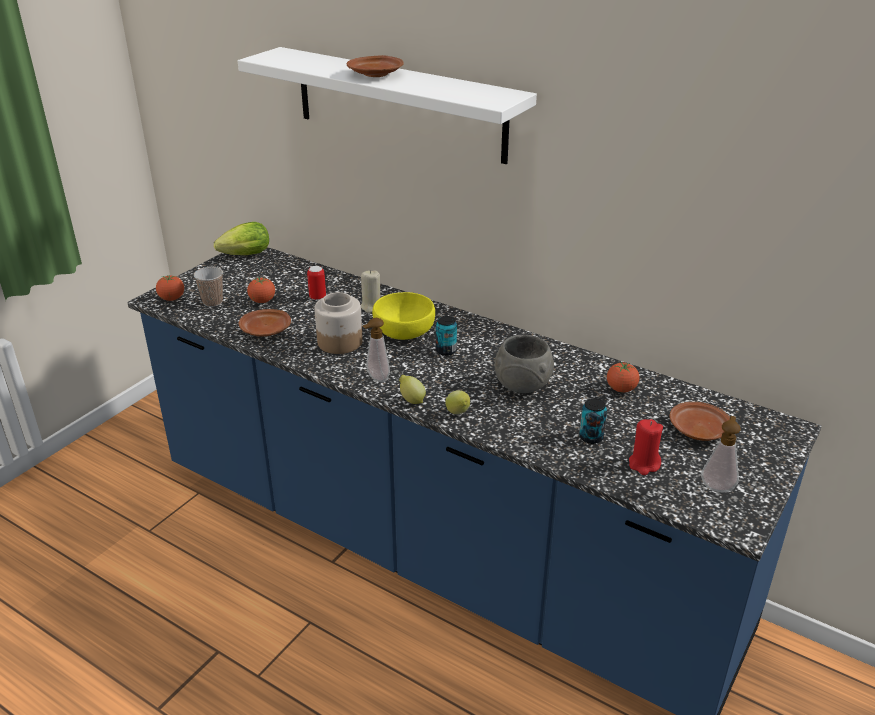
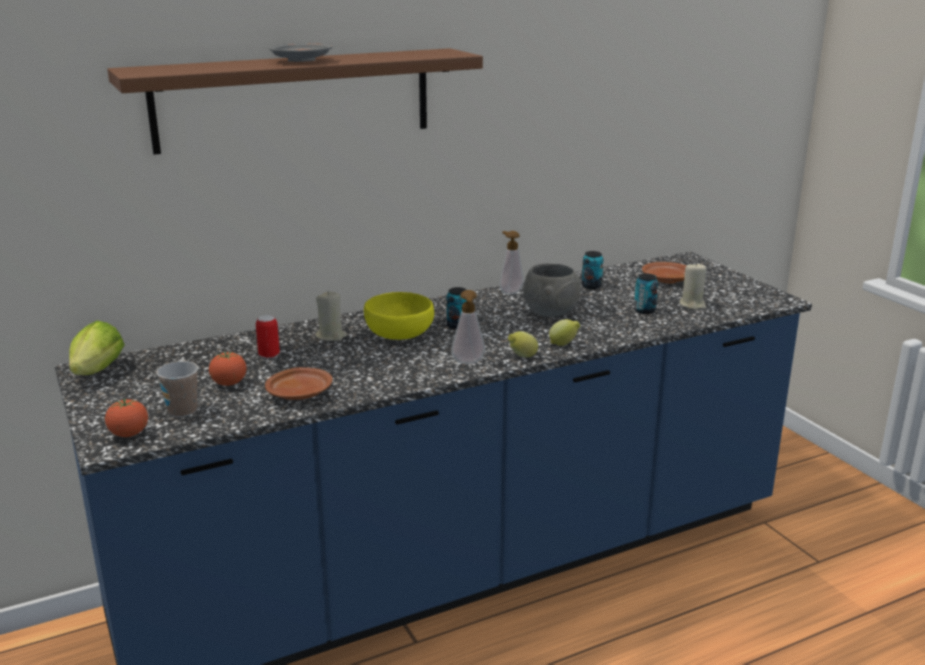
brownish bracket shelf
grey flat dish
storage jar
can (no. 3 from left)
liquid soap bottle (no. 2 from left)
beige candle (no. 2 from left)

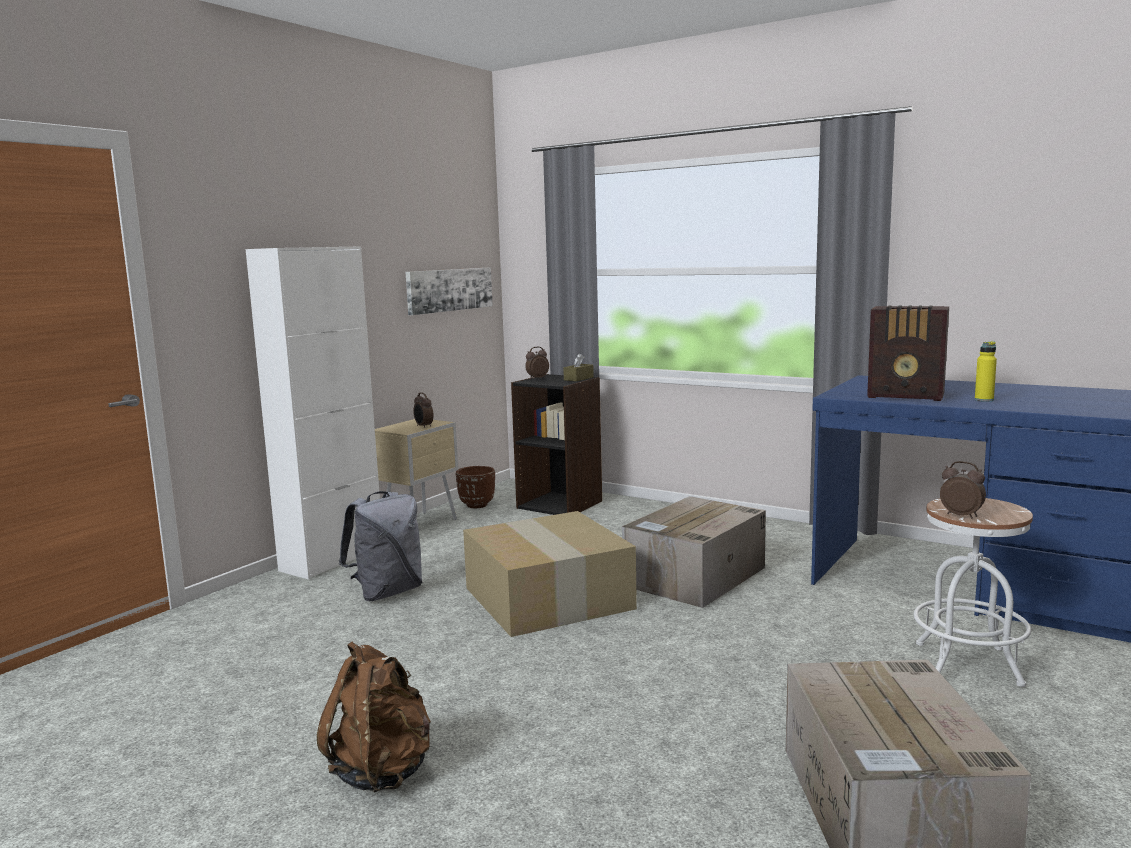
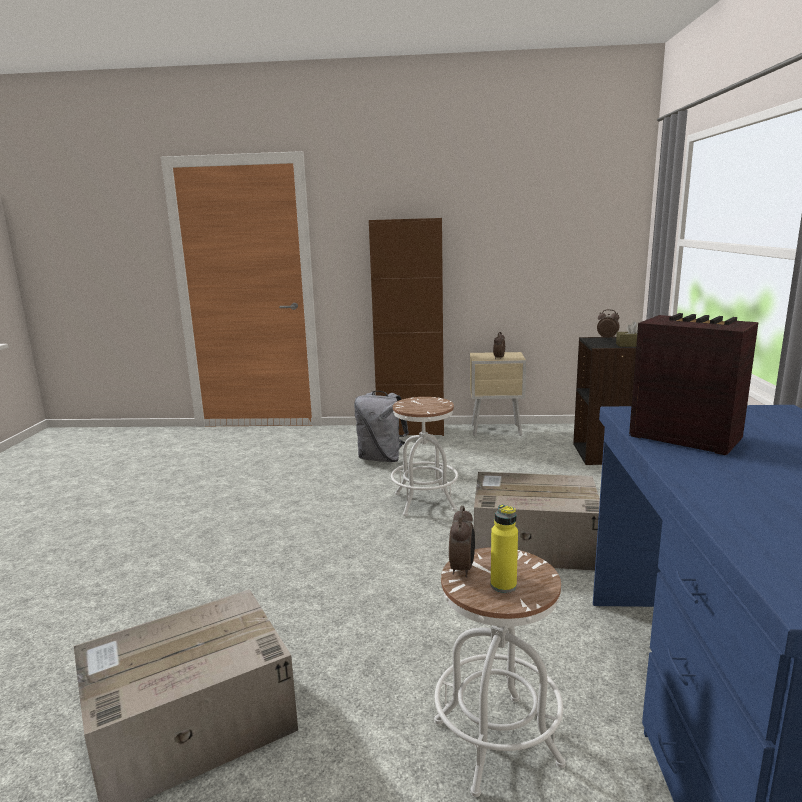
brownish cabinet
wall art
radio receiver
yellowish beverage bottle
brownish planter
white-coloured stool seat (no. 1 from left)
brownish backpack

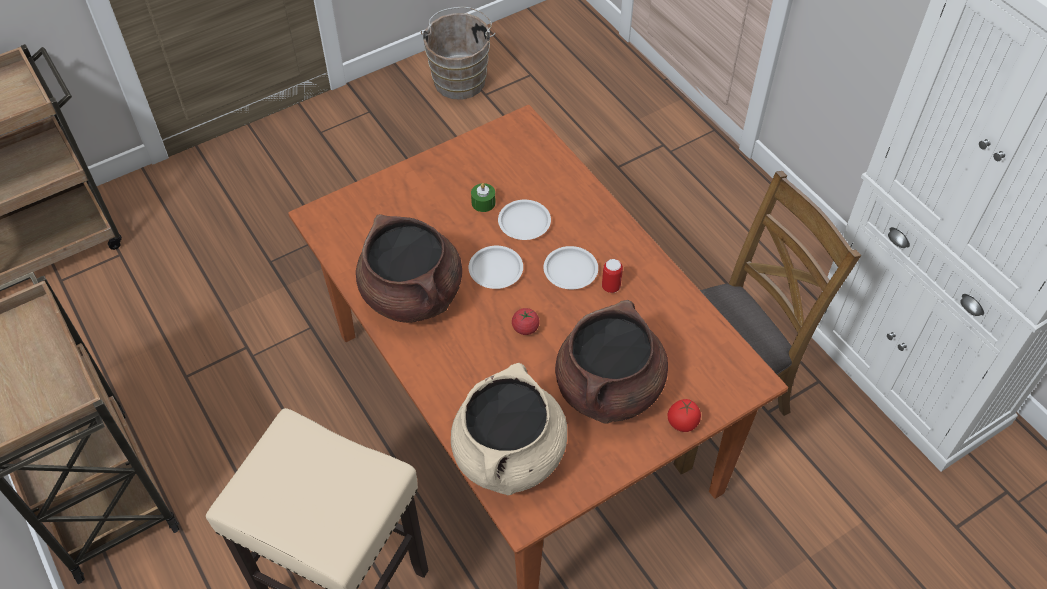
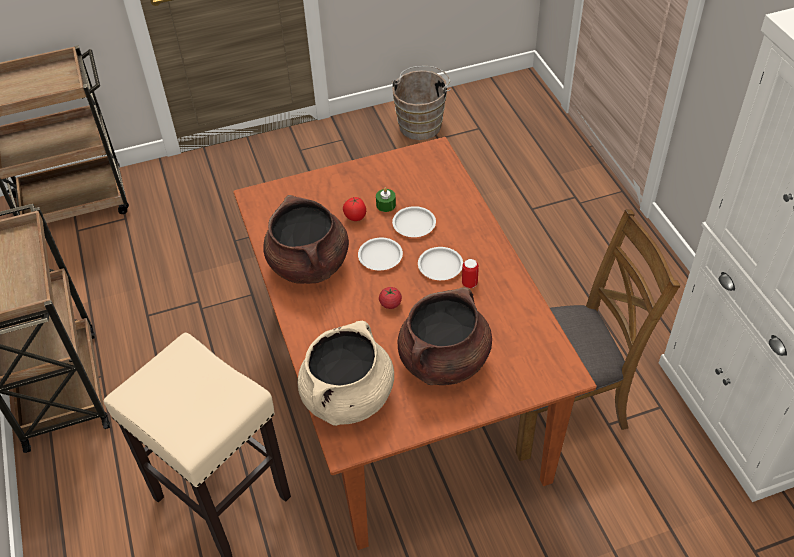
fresh tomato (no. 1 from left)

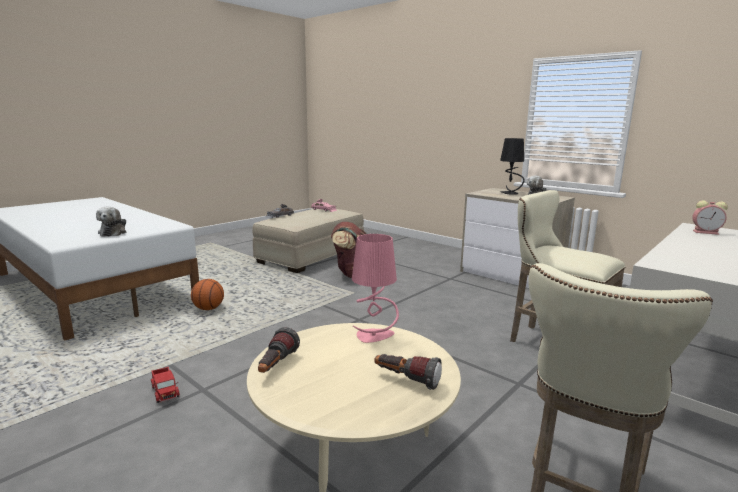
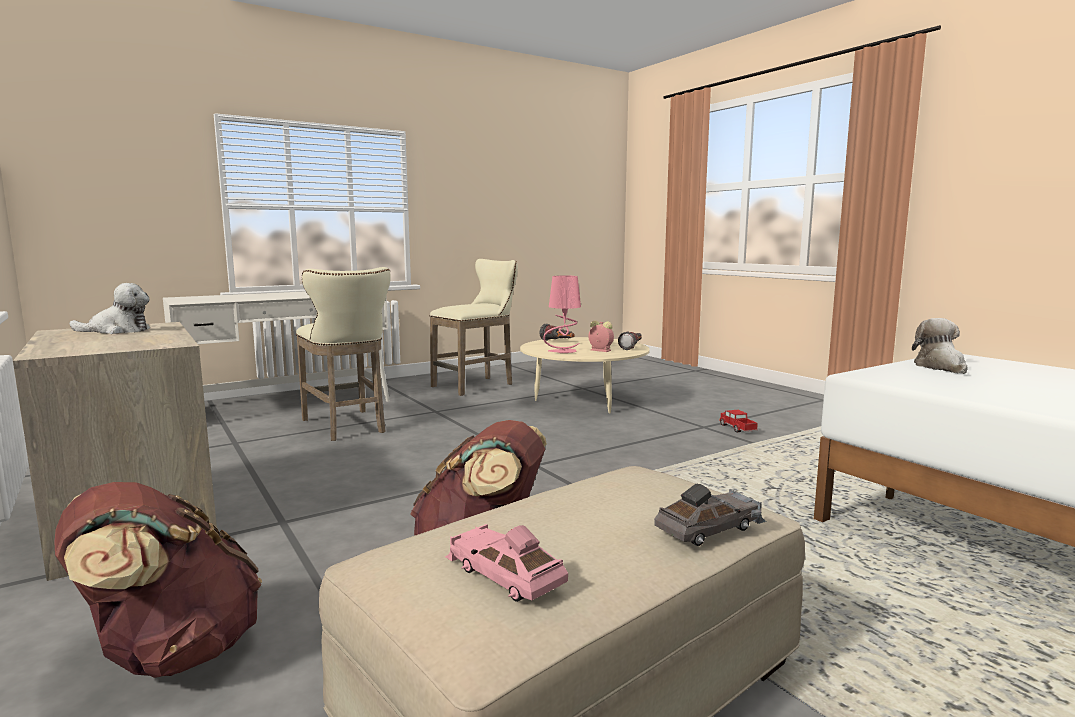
black lamp for a table
table clock
basketball ball
brownish backpack (no. 1 from left)

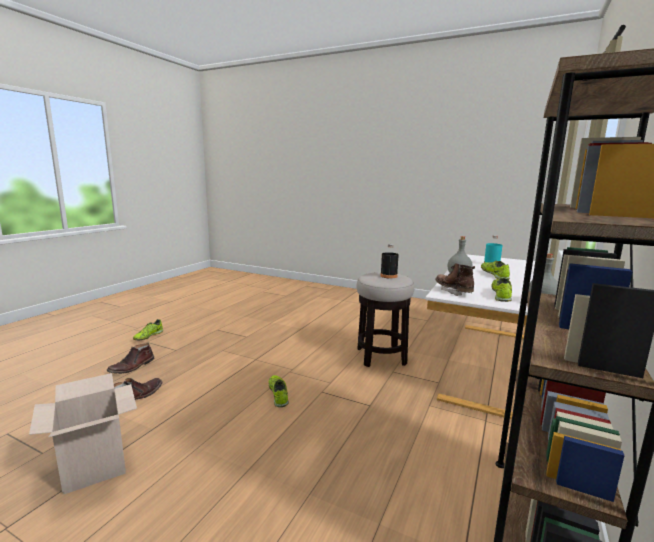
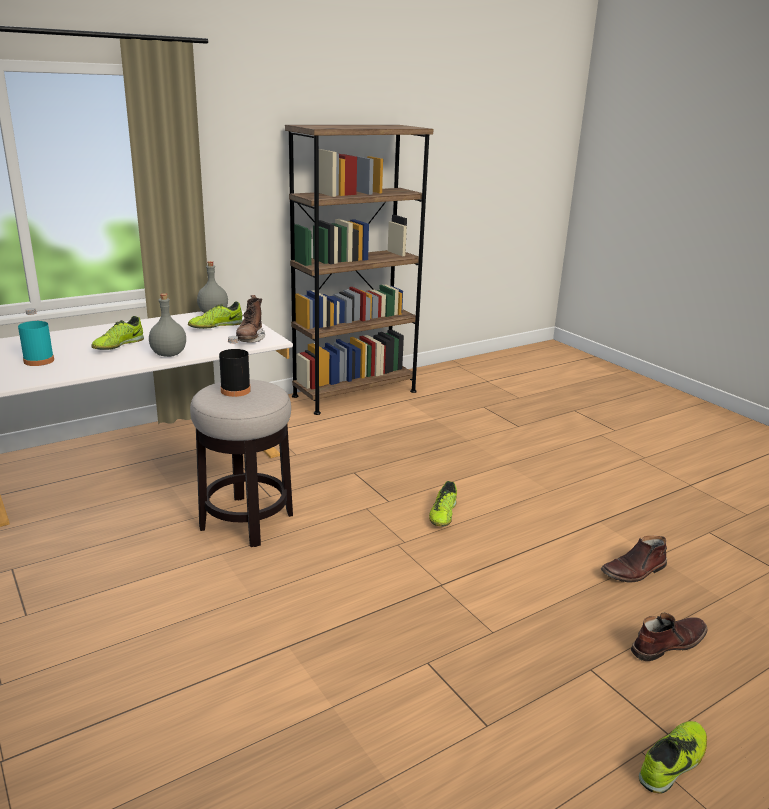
packing box

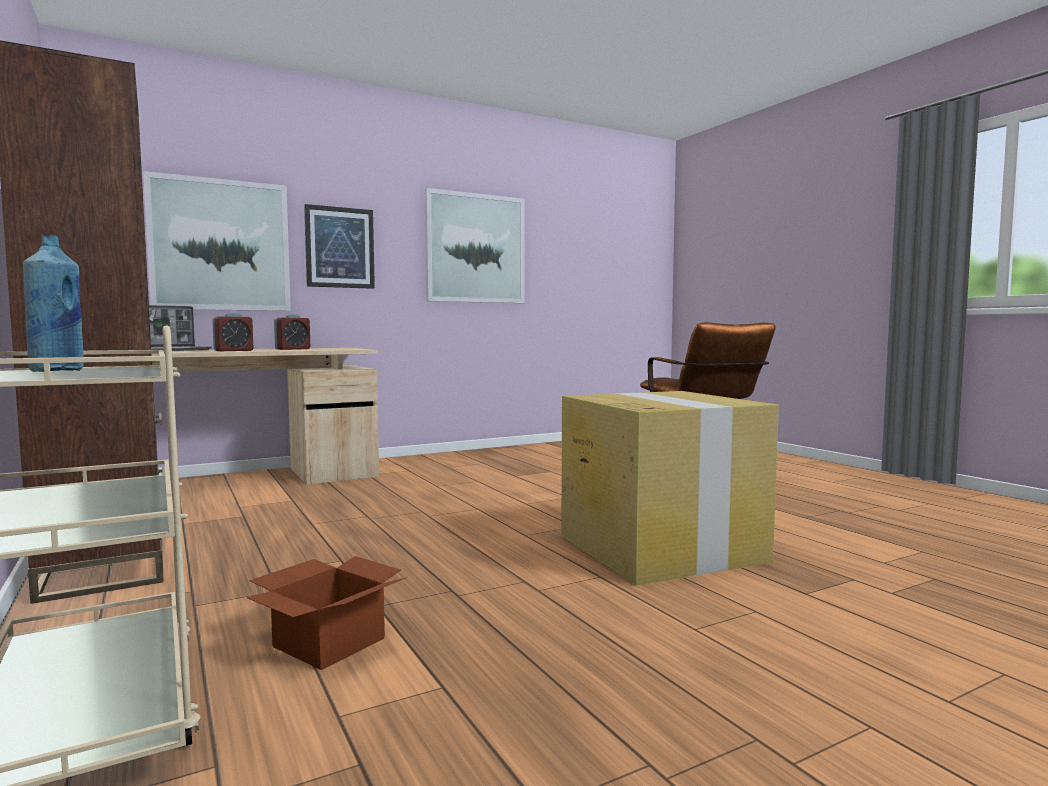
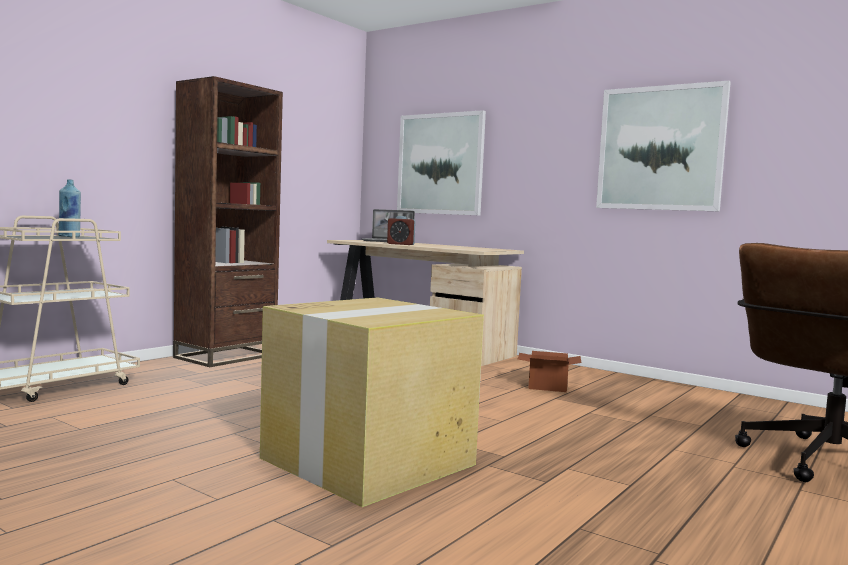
wall art (no. 2 from left in the first image)
table clock (no. 2 from left in the first image)
packing box (no. 2 from left)

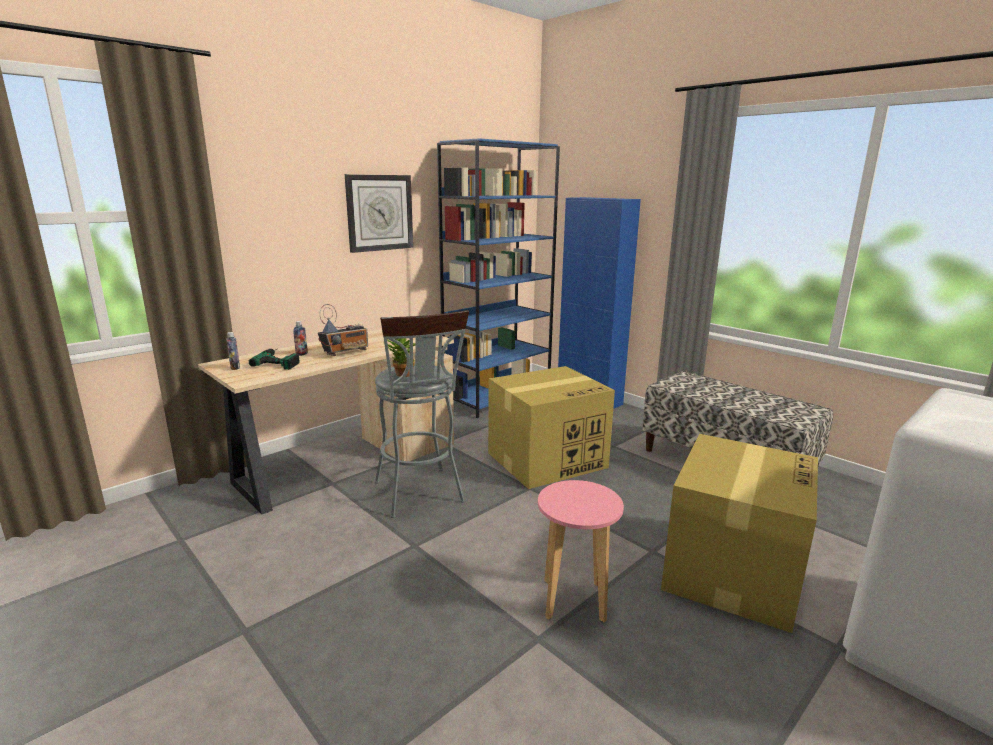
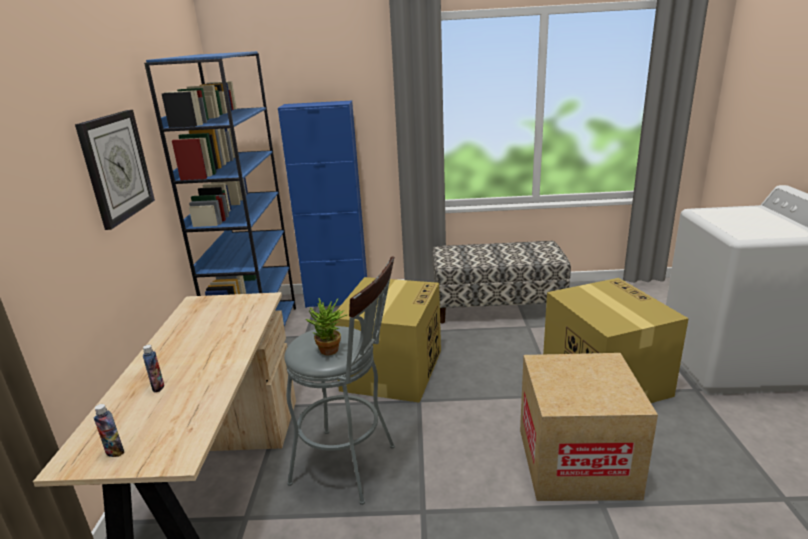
radio receiver
electric drill
packing box (no. 2 from left)

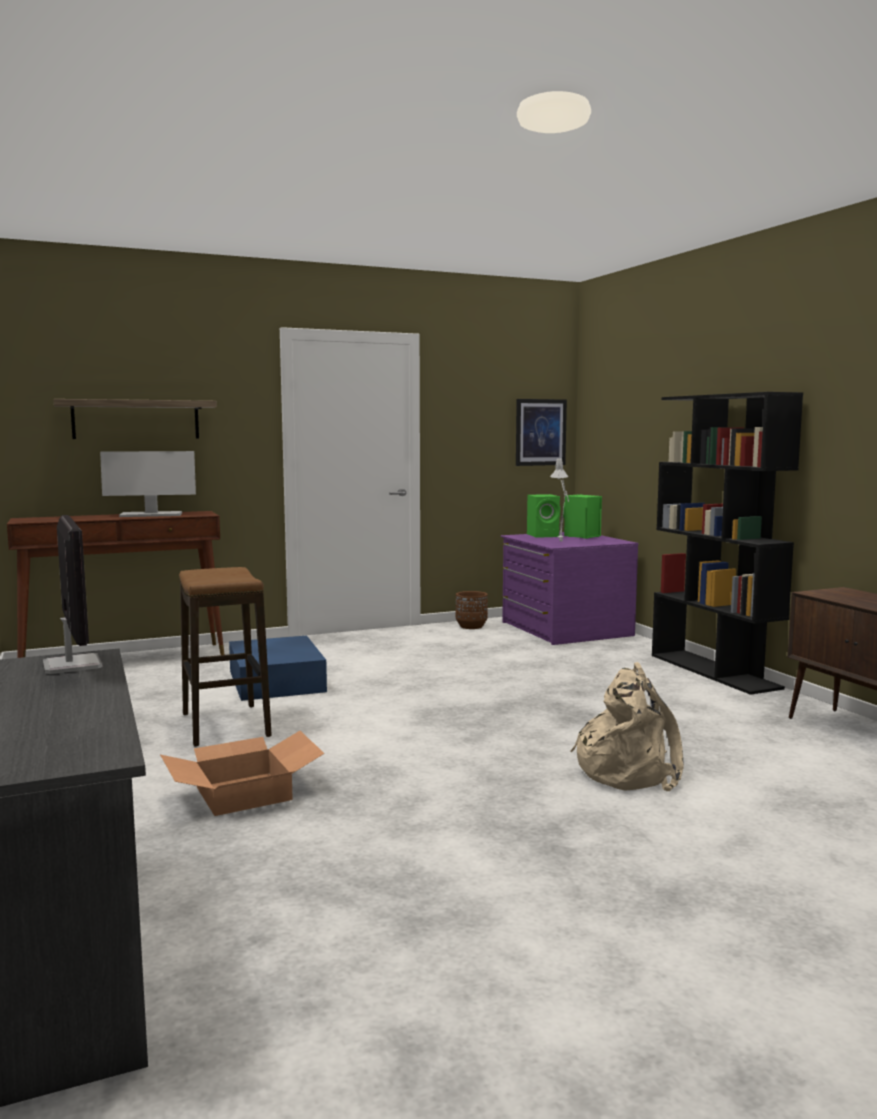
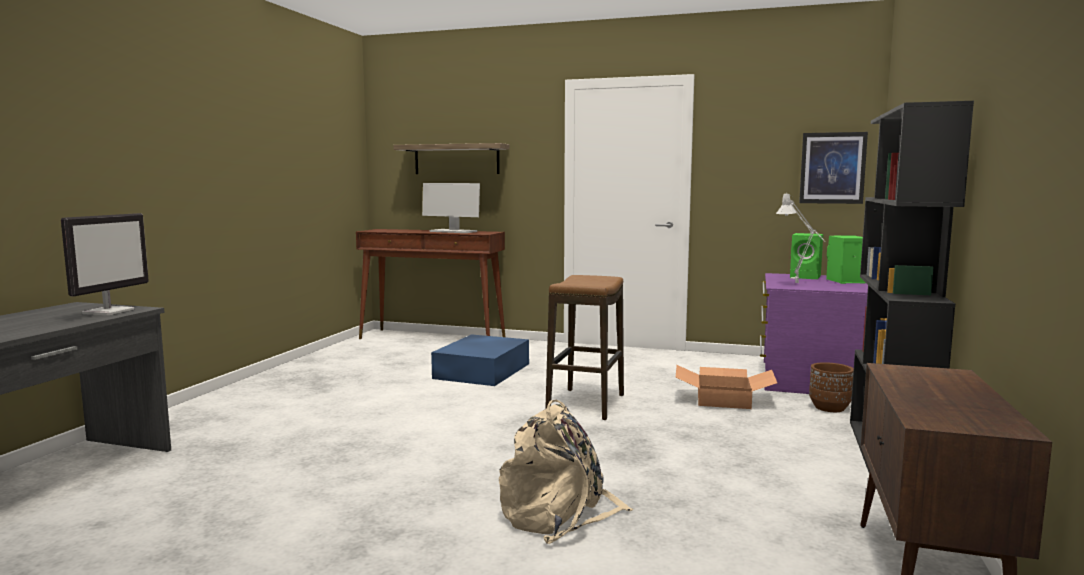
stool seat
brownish planter
packing box

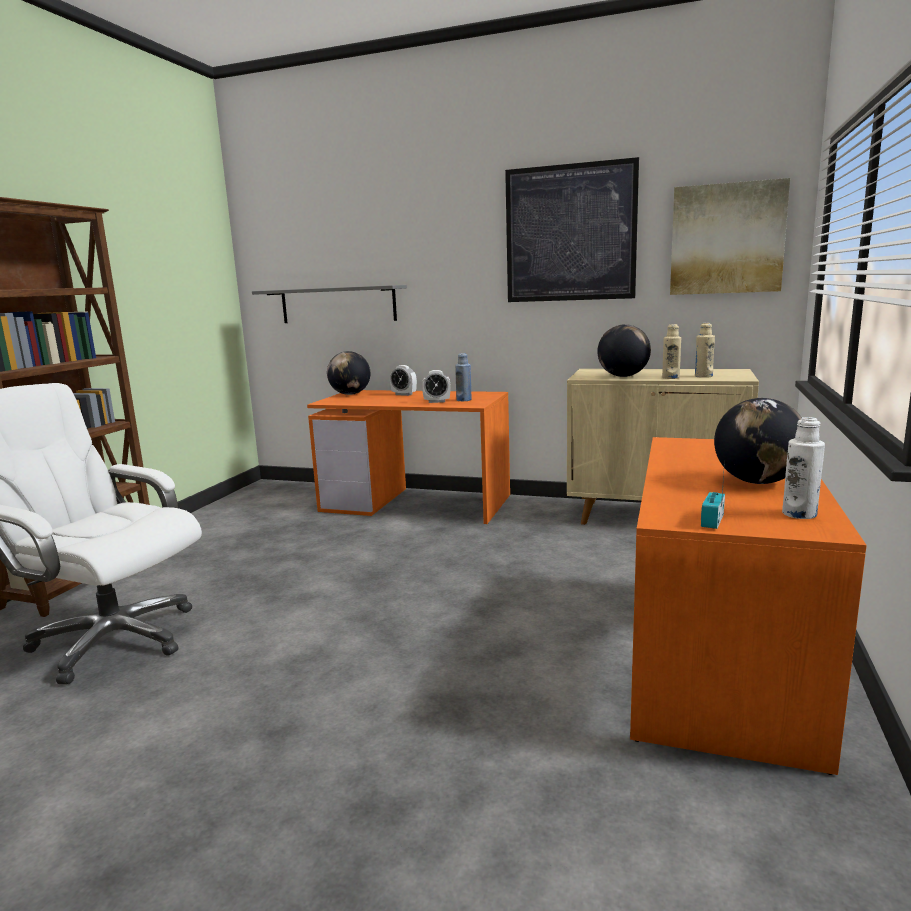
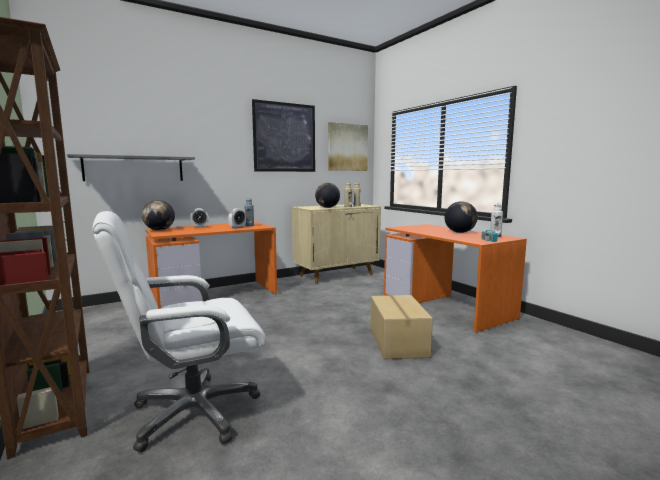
packing box

